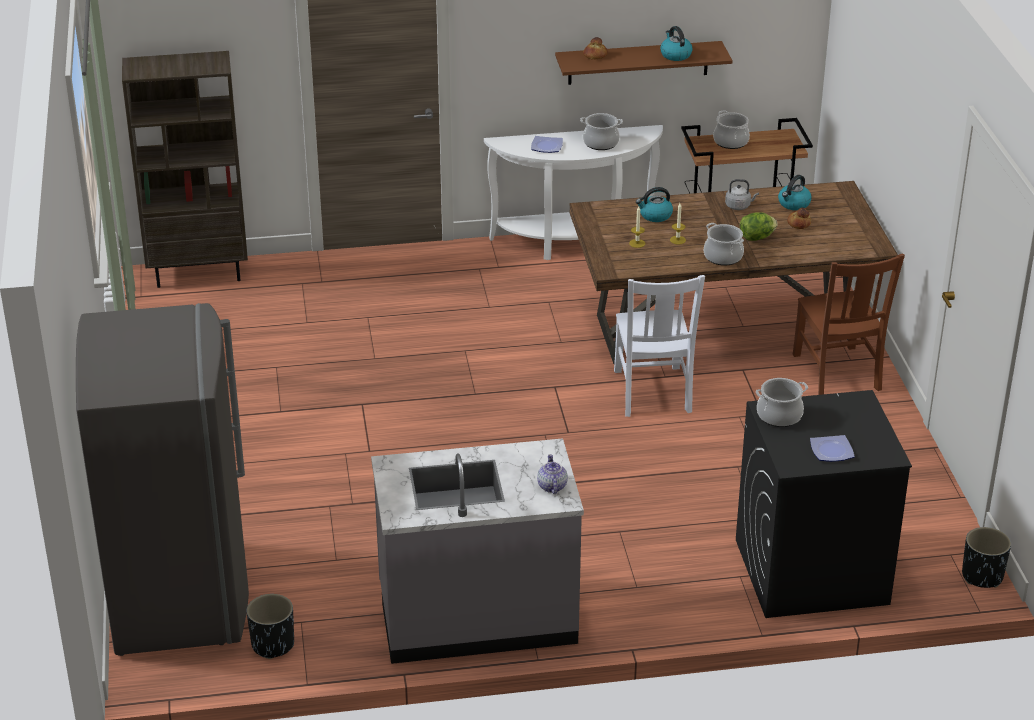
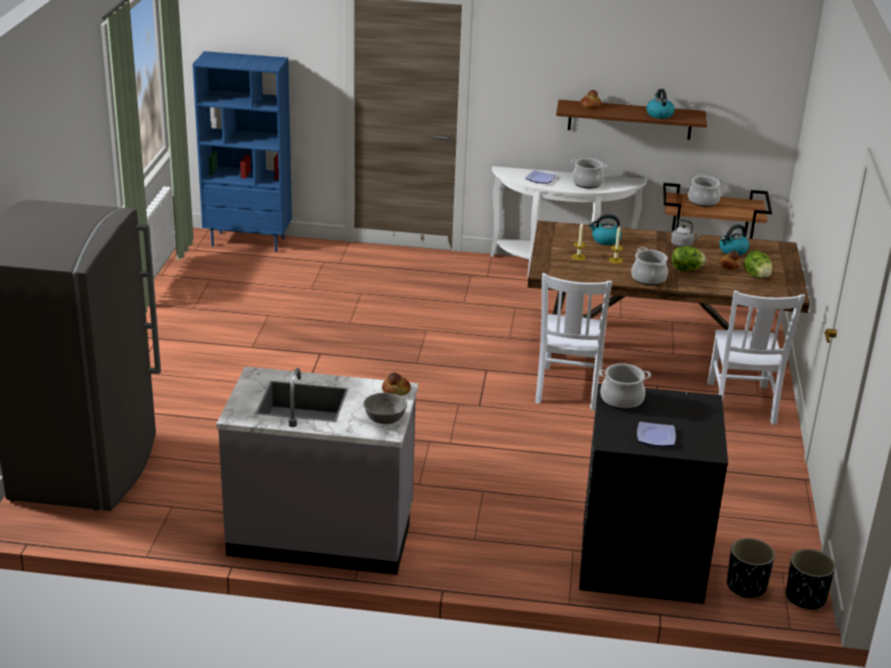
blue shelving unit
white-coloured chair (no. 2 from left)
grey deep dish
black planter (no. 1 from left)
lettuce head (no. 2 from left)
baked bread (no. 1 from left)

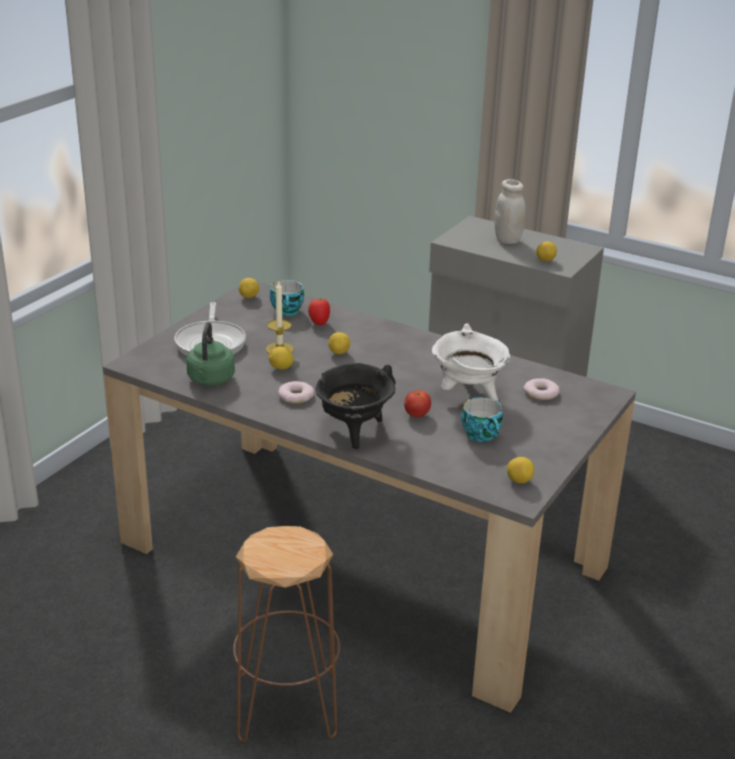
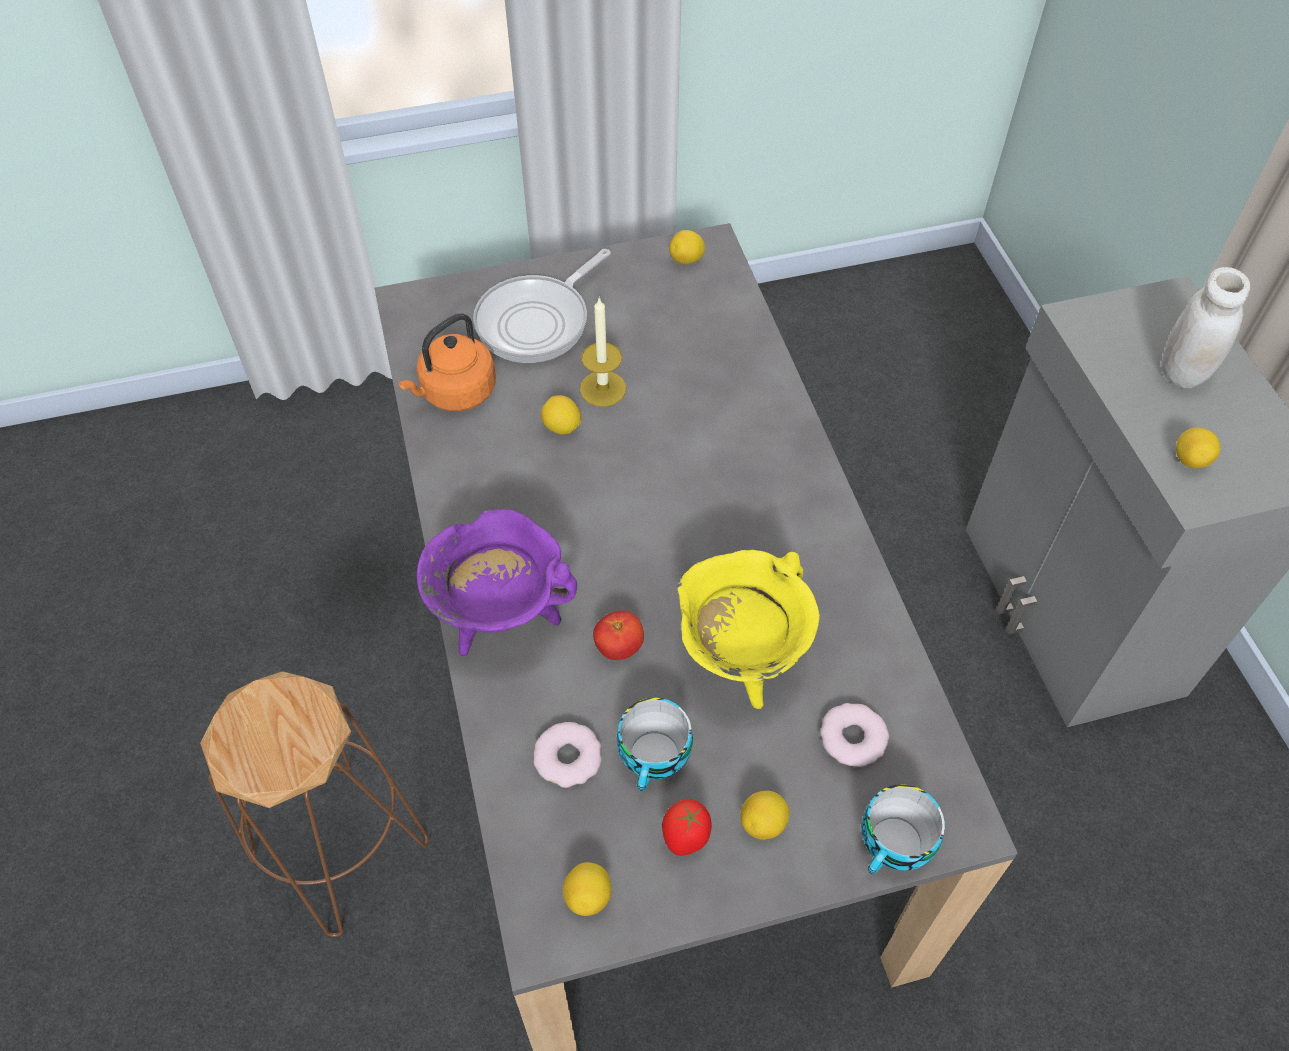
small cup (no. 2 from left)
fresh tomato (no. 2 from left)
orangey kettle
yellowish stockpot
citrus fruit (no. 4 from left)
purple-coloured stockpot
donut (no. 1 from left)

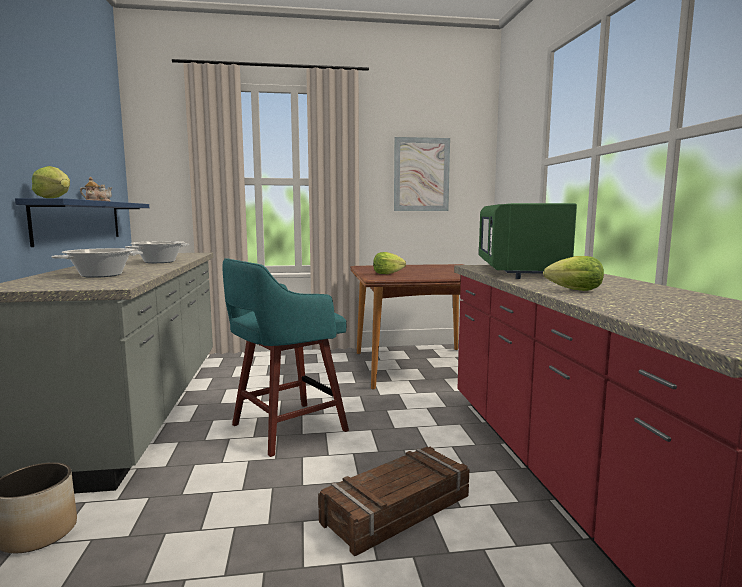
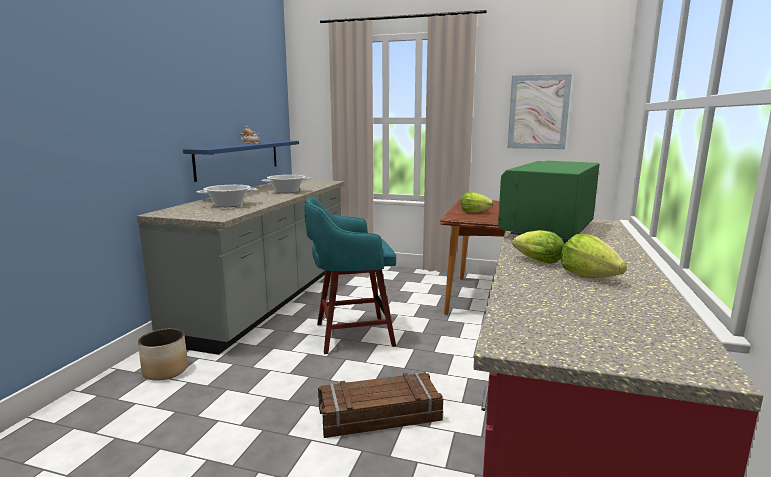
lettuce head (no. 3 from left)

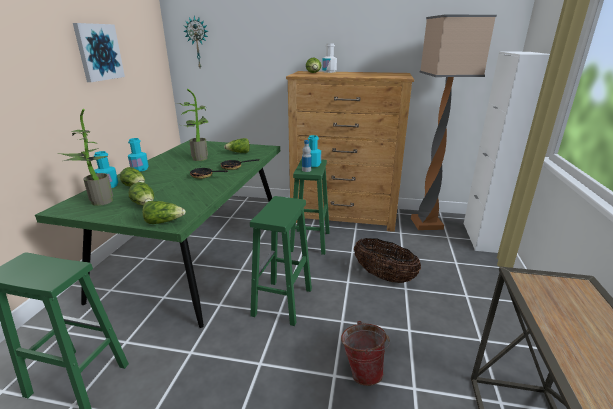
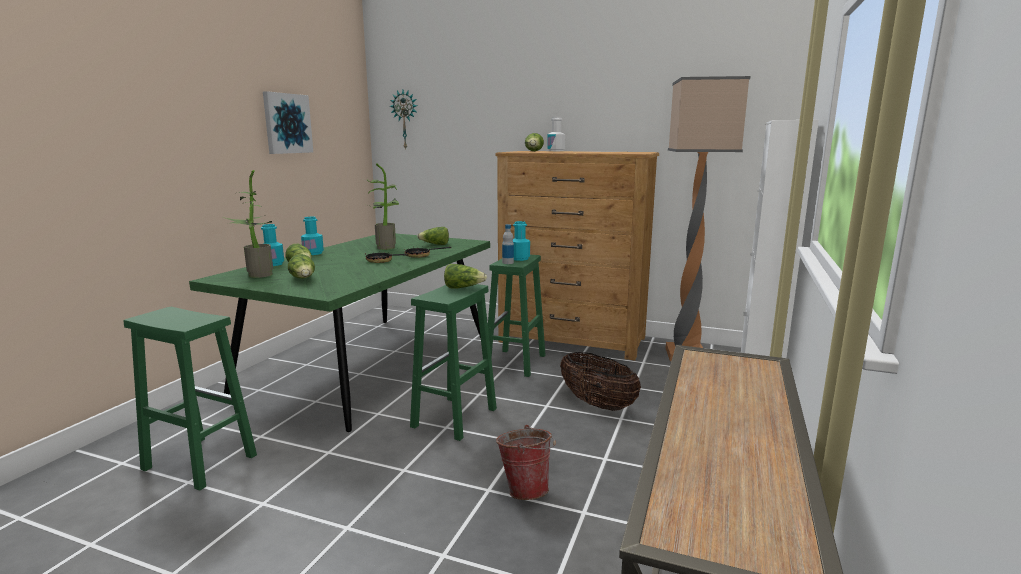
lettuce head (no. 4 from left)

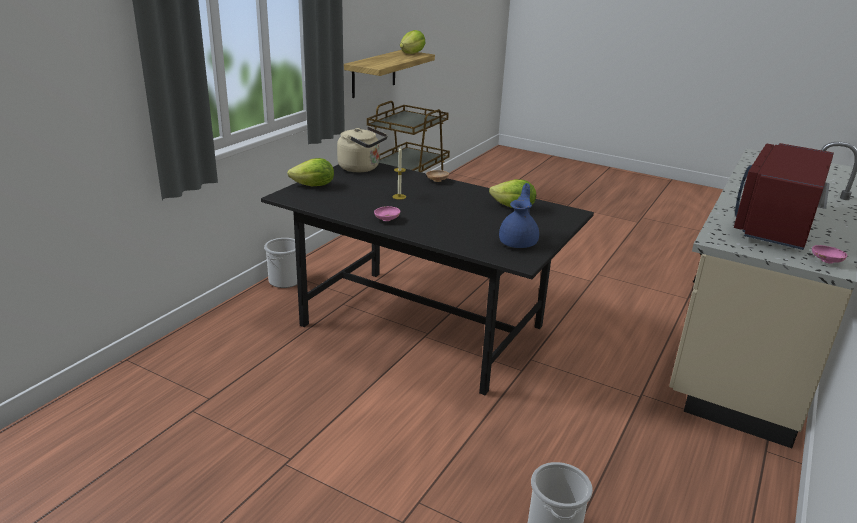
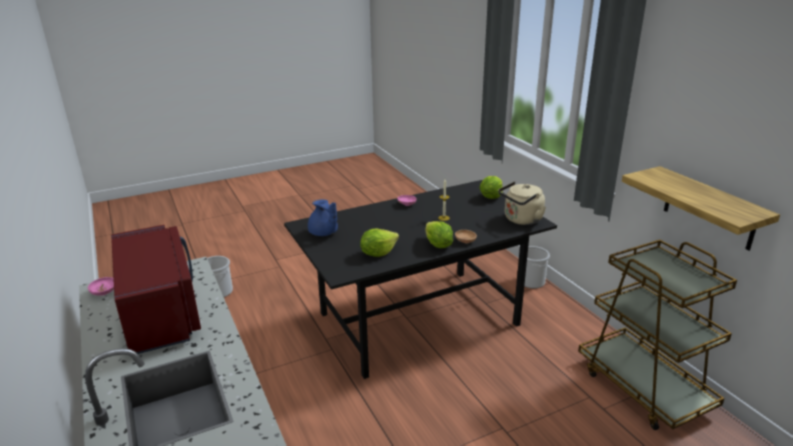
lettuce head (no. 2 from left)

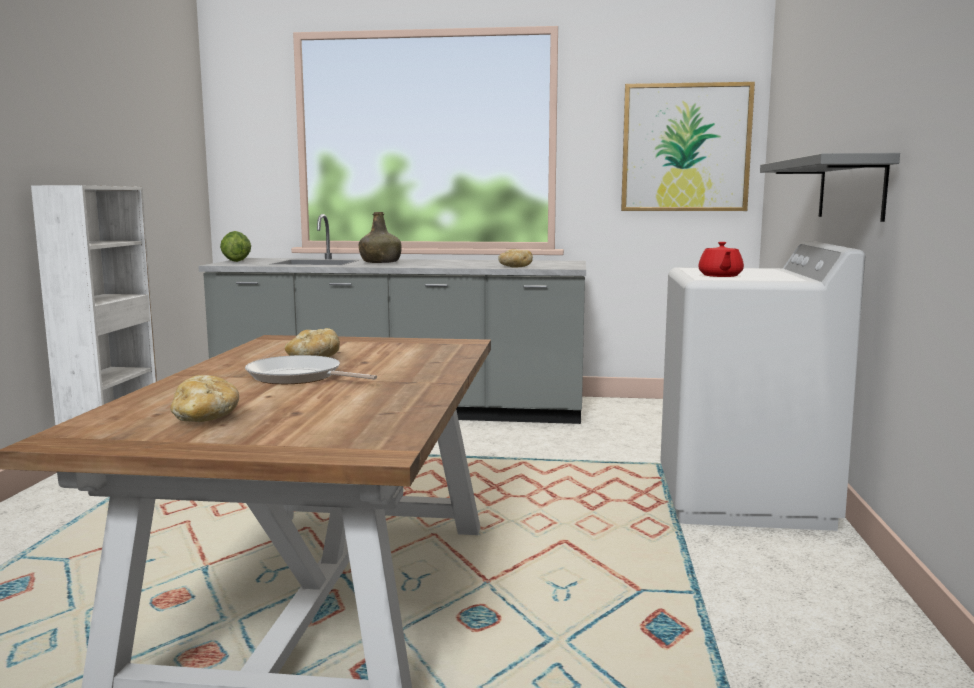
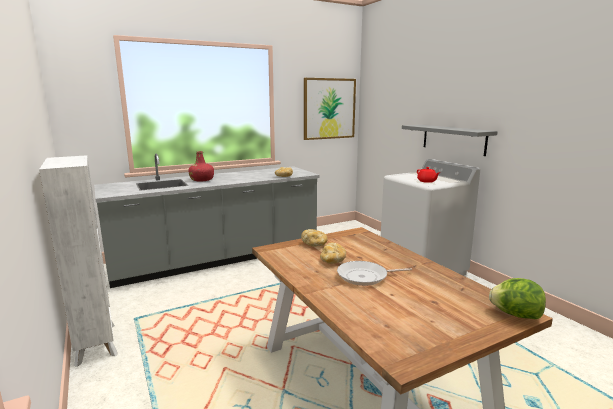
red beverage bottle
lettuce head
baked bread (no. 2 from left)

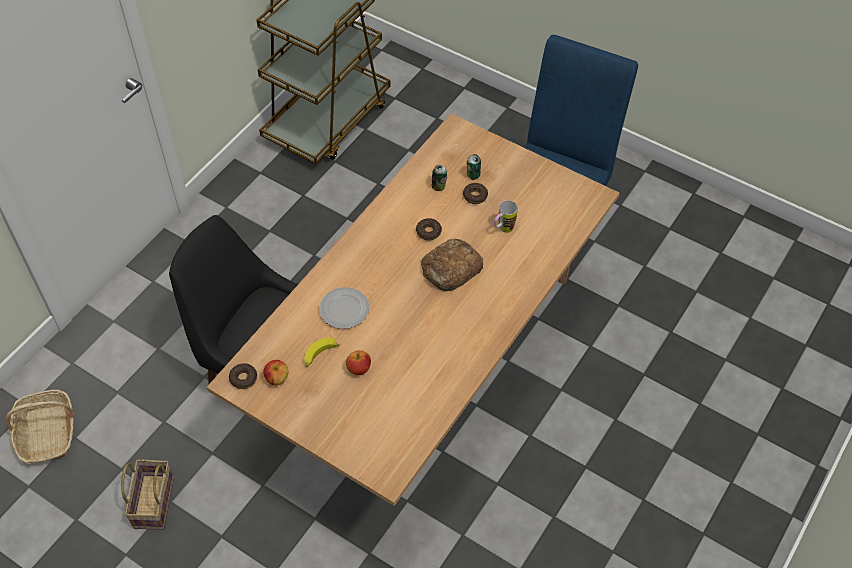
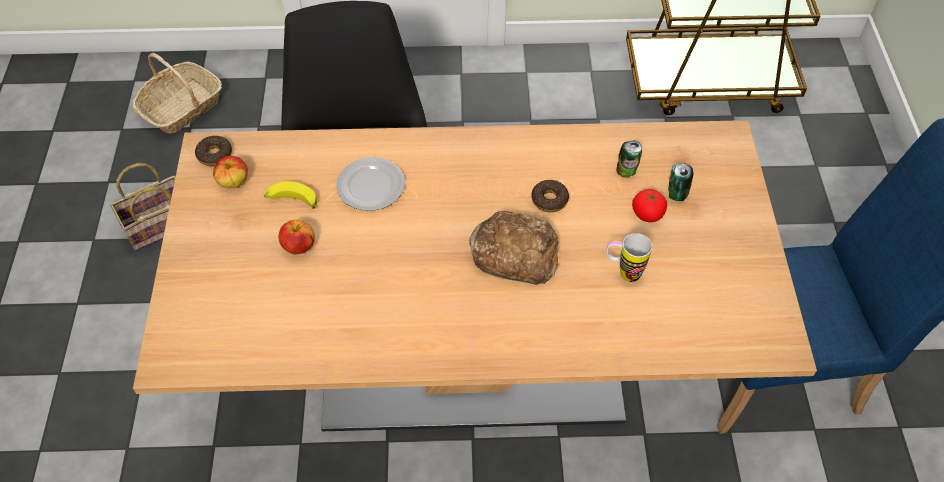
fresh tomato

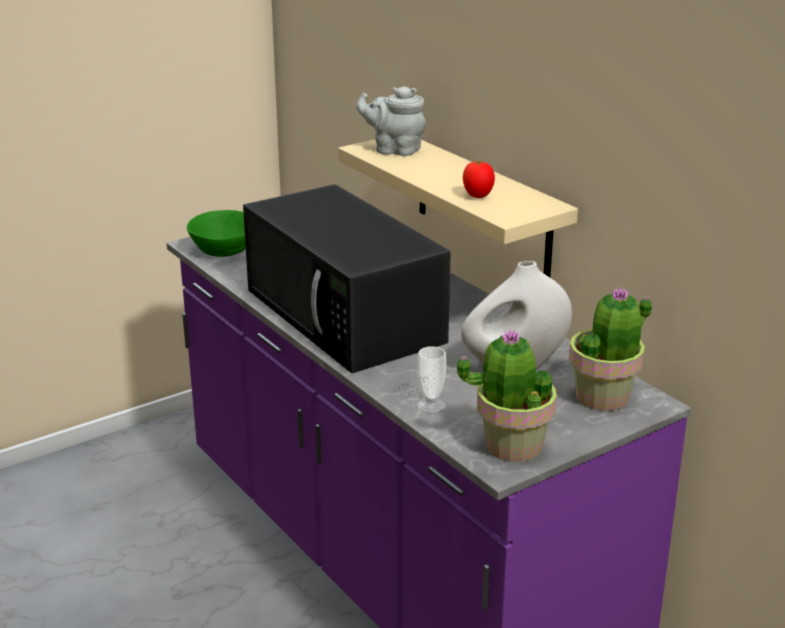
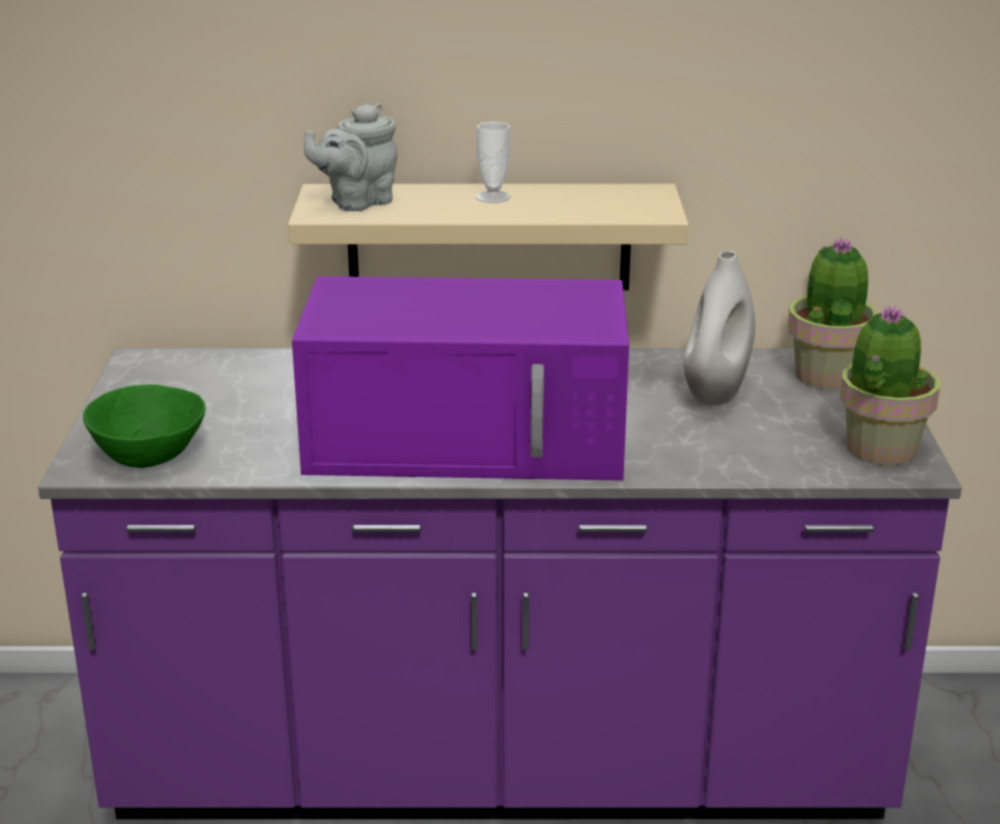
fresh tomato
purple-coloured kitchen microwave
small cup

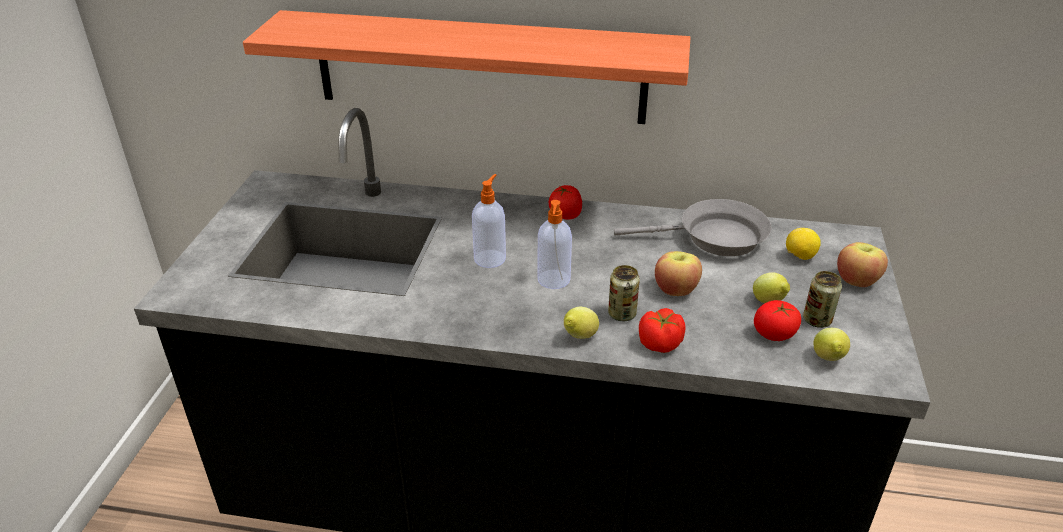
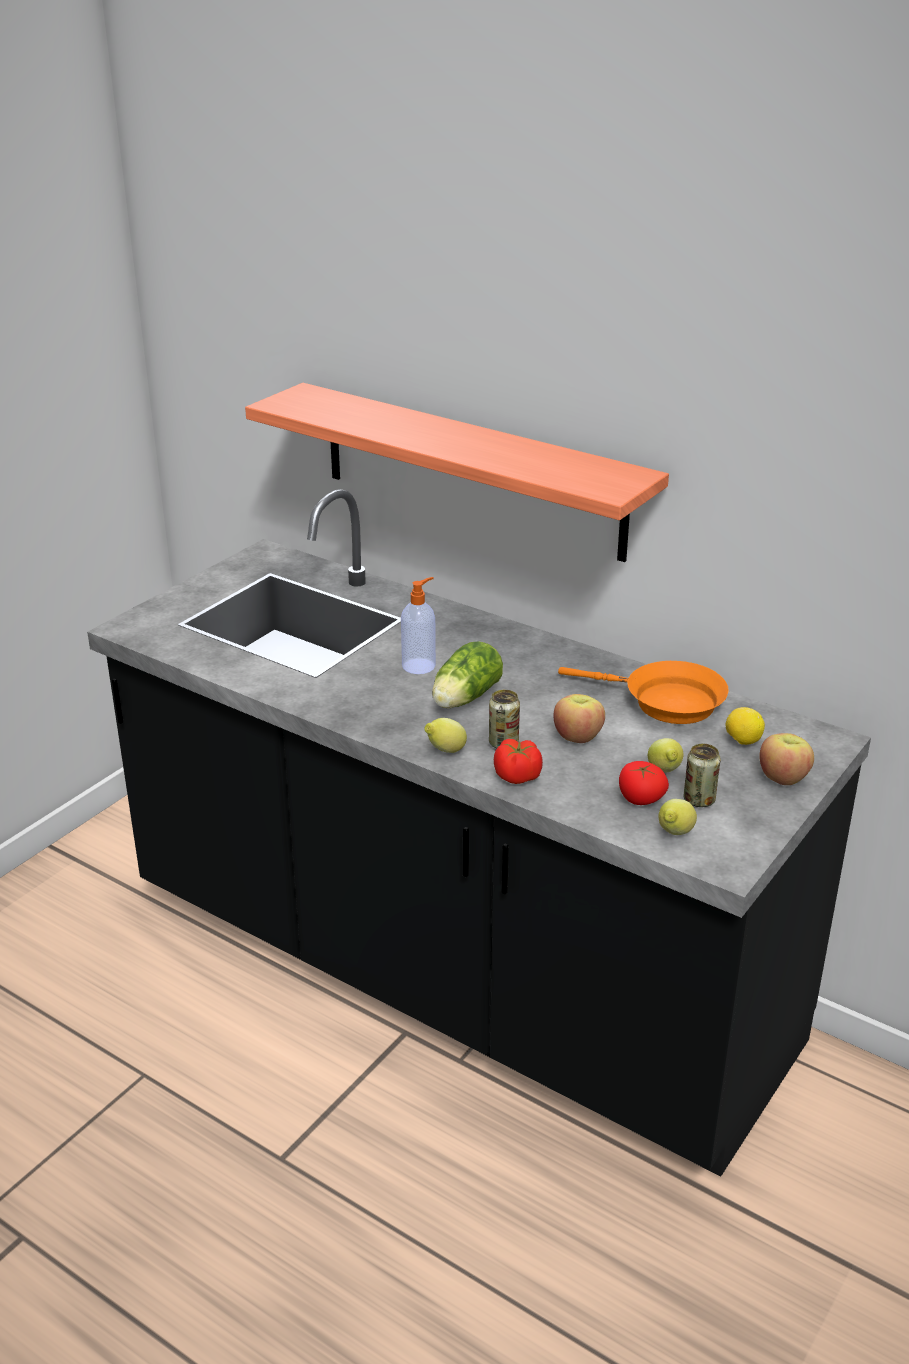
fresh tomato (no. 1 from left in the first image)
orangey pan
lettuce head

